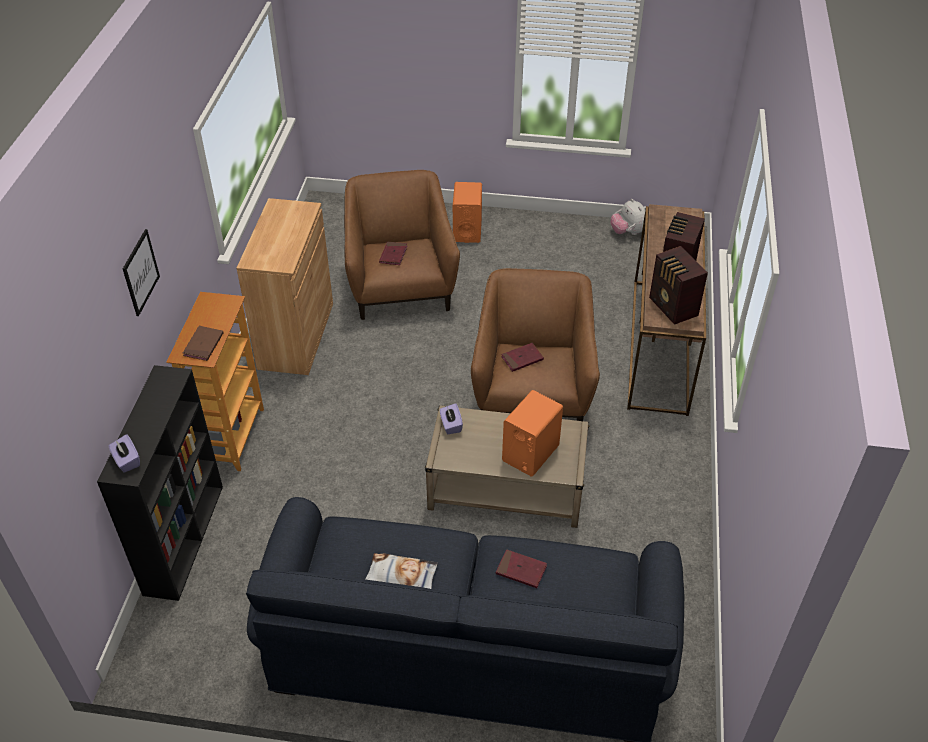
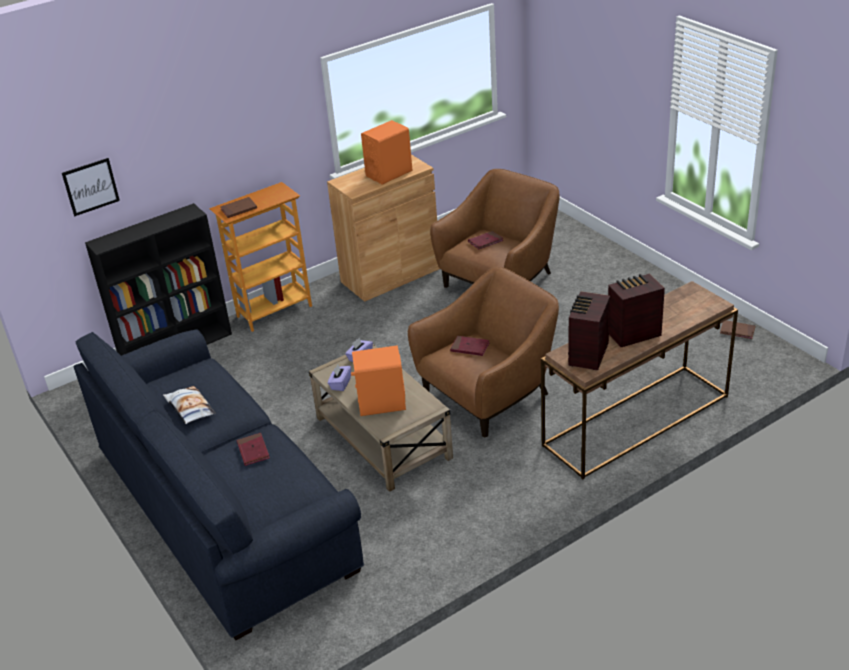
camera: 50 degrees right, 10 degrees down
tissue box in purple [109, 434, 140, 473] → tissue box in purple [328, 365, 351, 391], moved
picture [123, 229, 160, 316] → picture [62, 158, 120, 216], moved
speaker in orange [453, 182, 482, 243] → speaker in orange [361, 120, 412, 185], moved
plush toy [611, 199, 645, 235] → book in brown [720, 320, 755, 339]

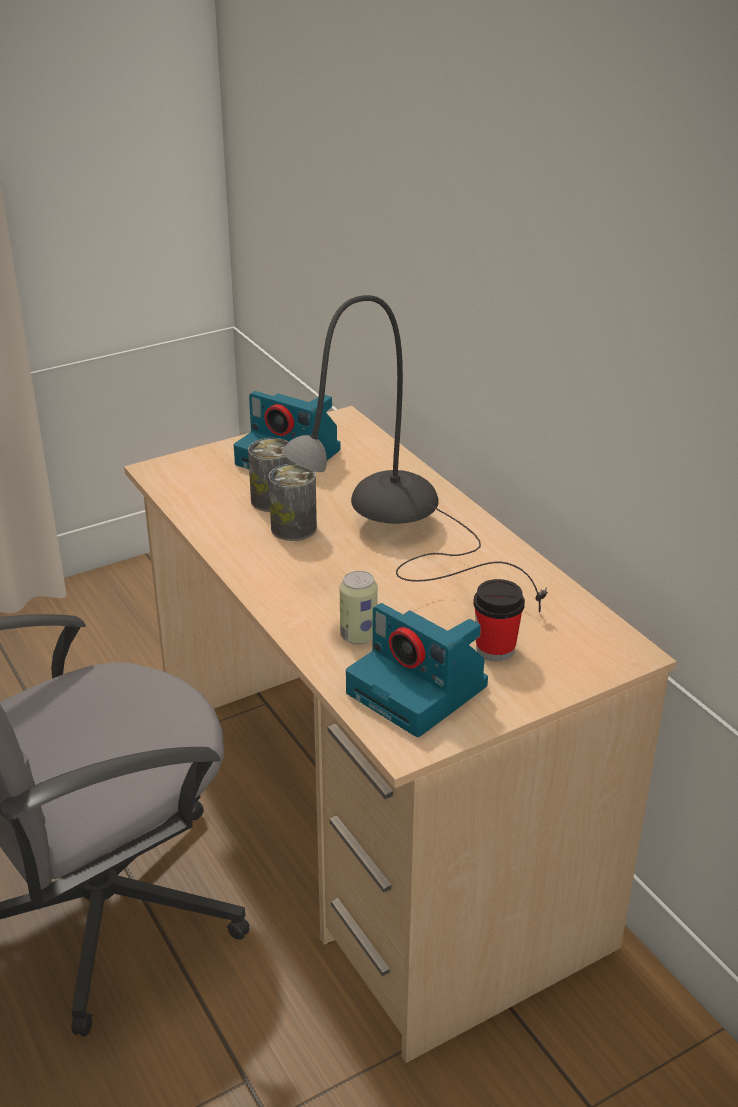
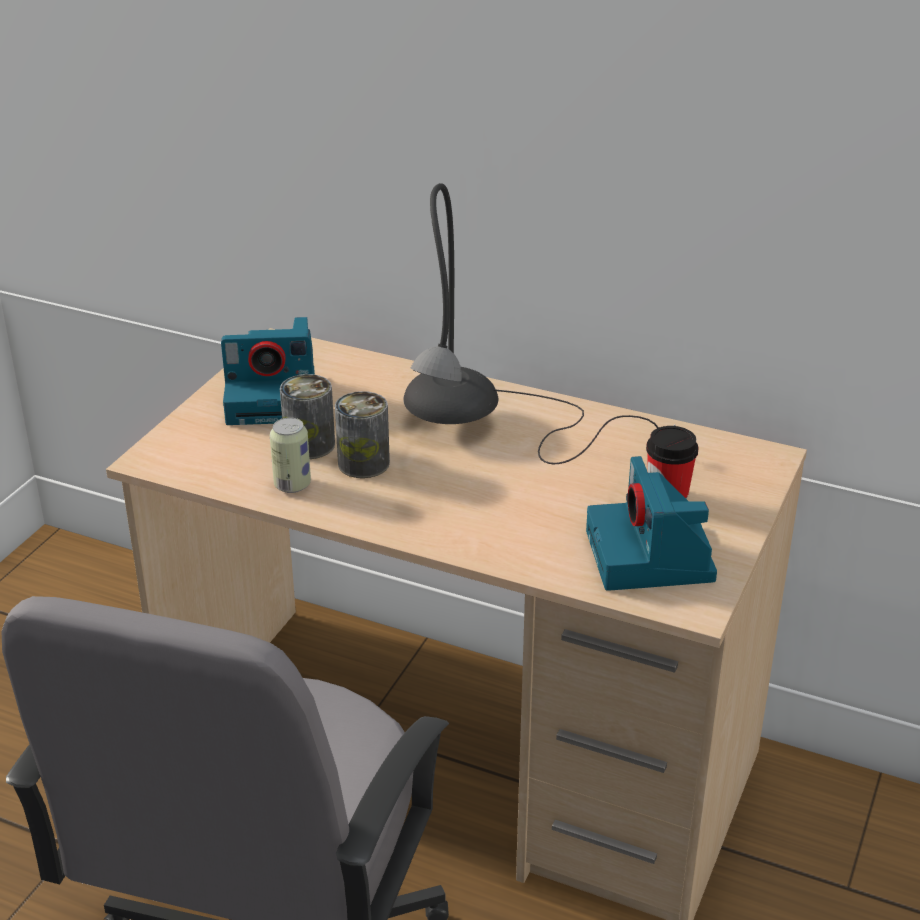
camera: 35 degrees left, 0 degrees up
can [340, 571, 378, 644] → can [270, 418, 311, 493], moved
photo camera [346, 603, 488, 737] → photo camera [586, 456, 717, 591], 75 degrees clockwise

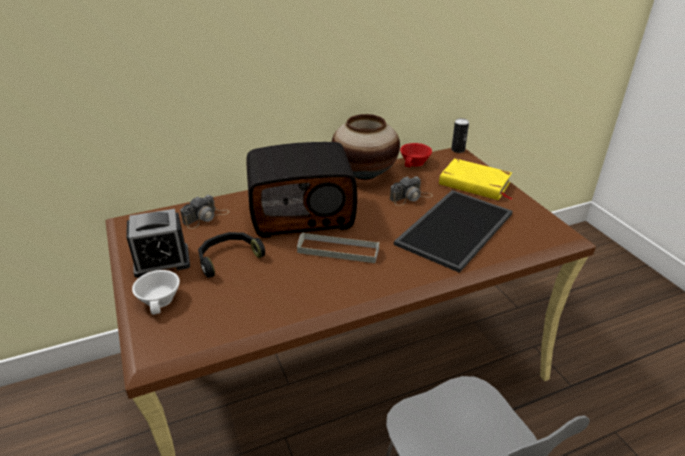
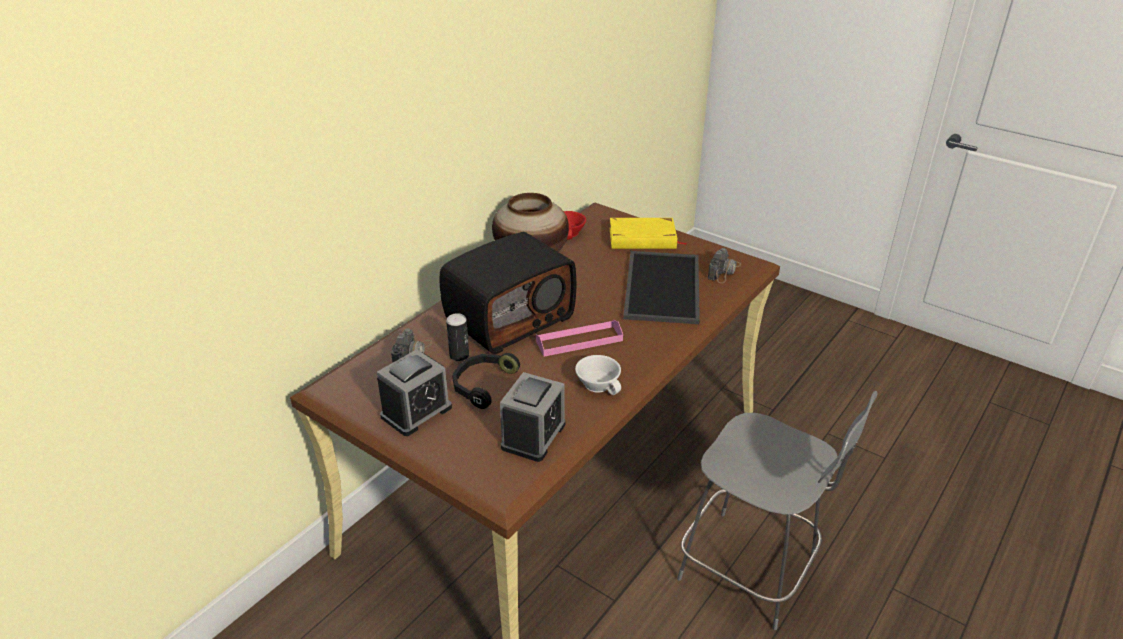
camera: 30 degrees left, 0 degrees up
cup in white [132, 270, 180, 315] → cup in white [575, 355, 621, 395], moved
tray in grey [297, 232, 379, 263] → tray in pink [536, 320, 623, 356]
photo camera [390, 176, 433, 206] → photo camera [708, 248, 741, 283], moved
can [451, 118, 469, 153] → can [446, 313, 469, 361], moved
- → alarm clock [500, 372, 565, 462]

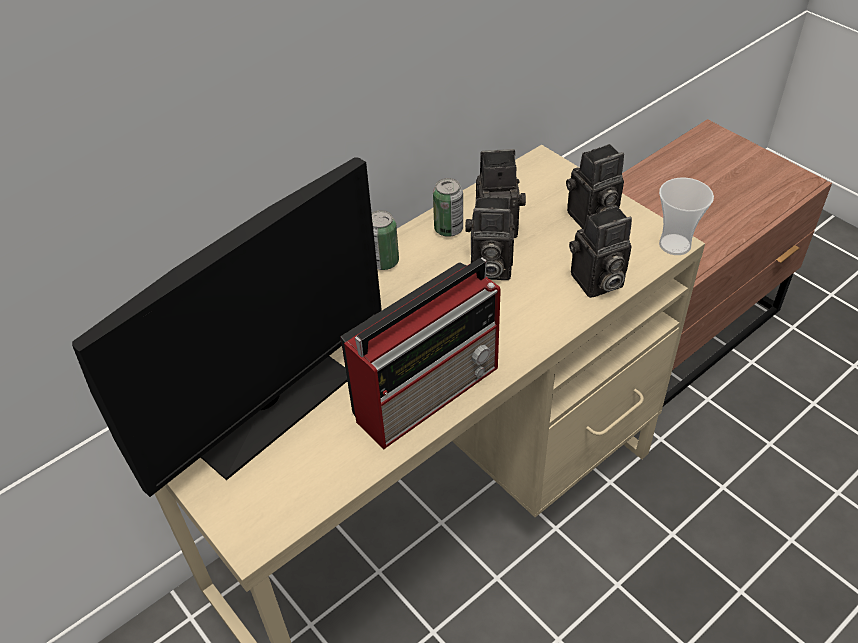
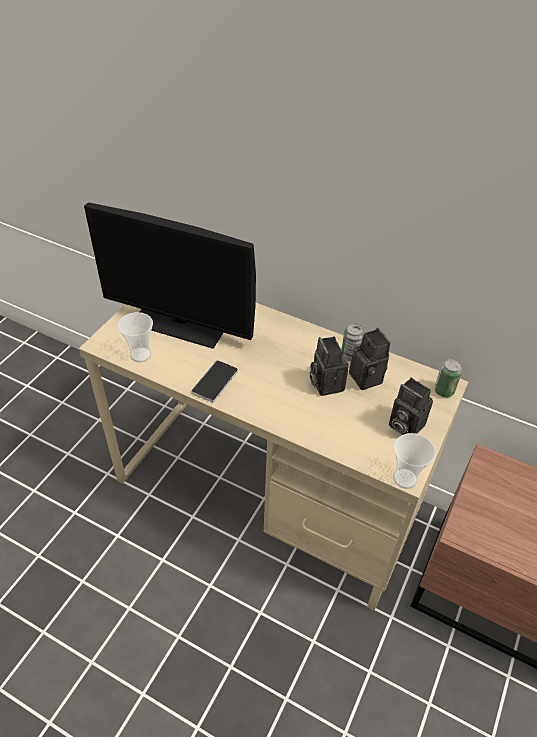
camera: 65 degrees right, 0 degrees up
radio [340, 257, 501, 449] → phone [192, 360, 238, 403]
can [372, 210, 399, 270] → can [434, 358, 463, 397], moved
photo camera [569, 206, 632, 298] → -
- → cup [118, 312, 153, 362]

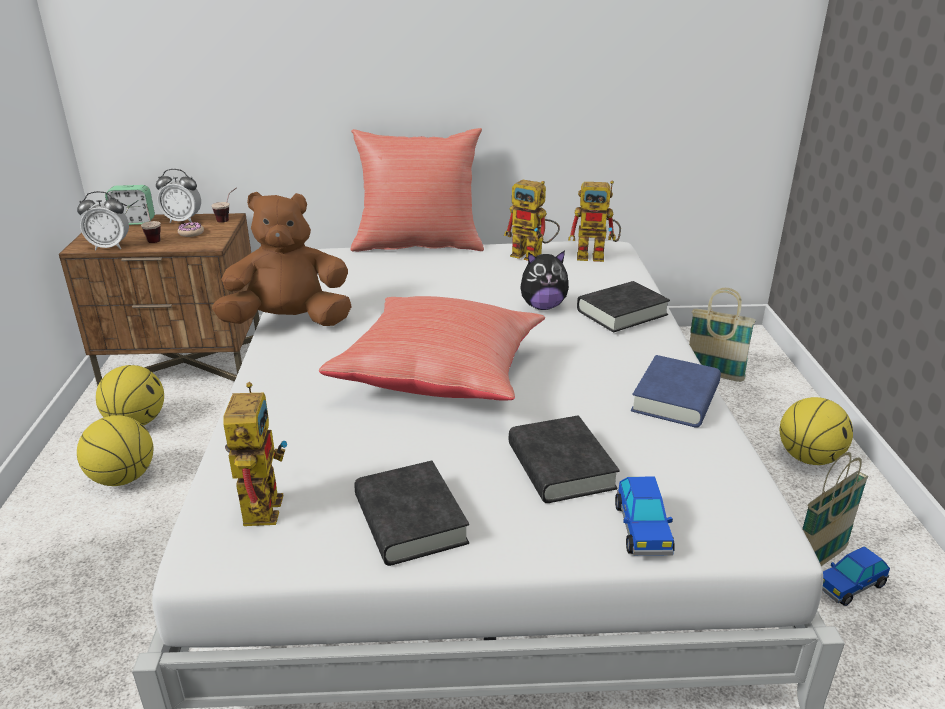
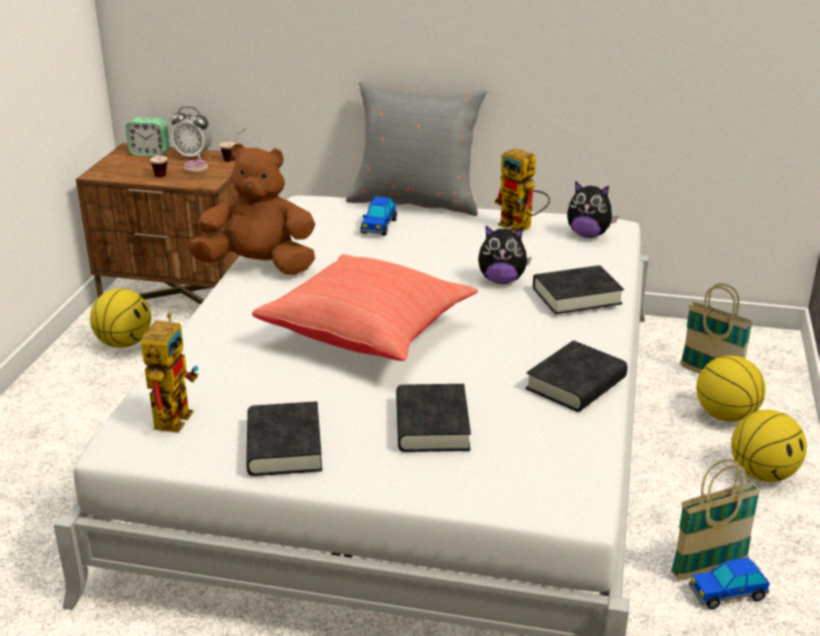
camera: 15 degrees right, 0 degrees up
alarm clock [77, 191, 129, 250] → -
basketball [77, 415, 154, 486] → basketball [696, 356, 766, 422], moved
pillow in red [350, 128, 484, 251] → pillow in grey [346, 81, 487, 216]
toy robot [568, 181, 621, 262] → plush toy [567, 181, 618, 238]
toy car [615, 477, 675, 556] → toy car [360, 196, 397, 236], moved
book in blue [631, 355, 721, 428] → book in black [526, 340, 628, 412]

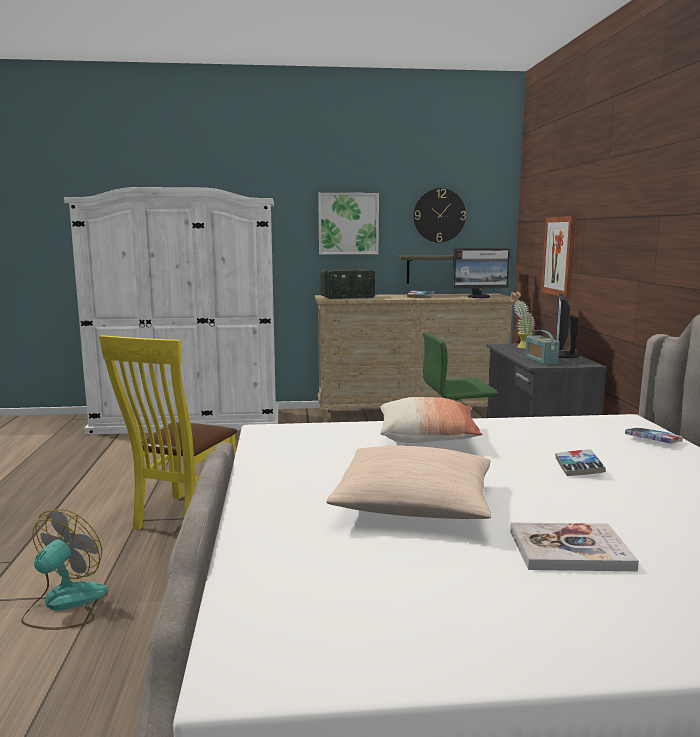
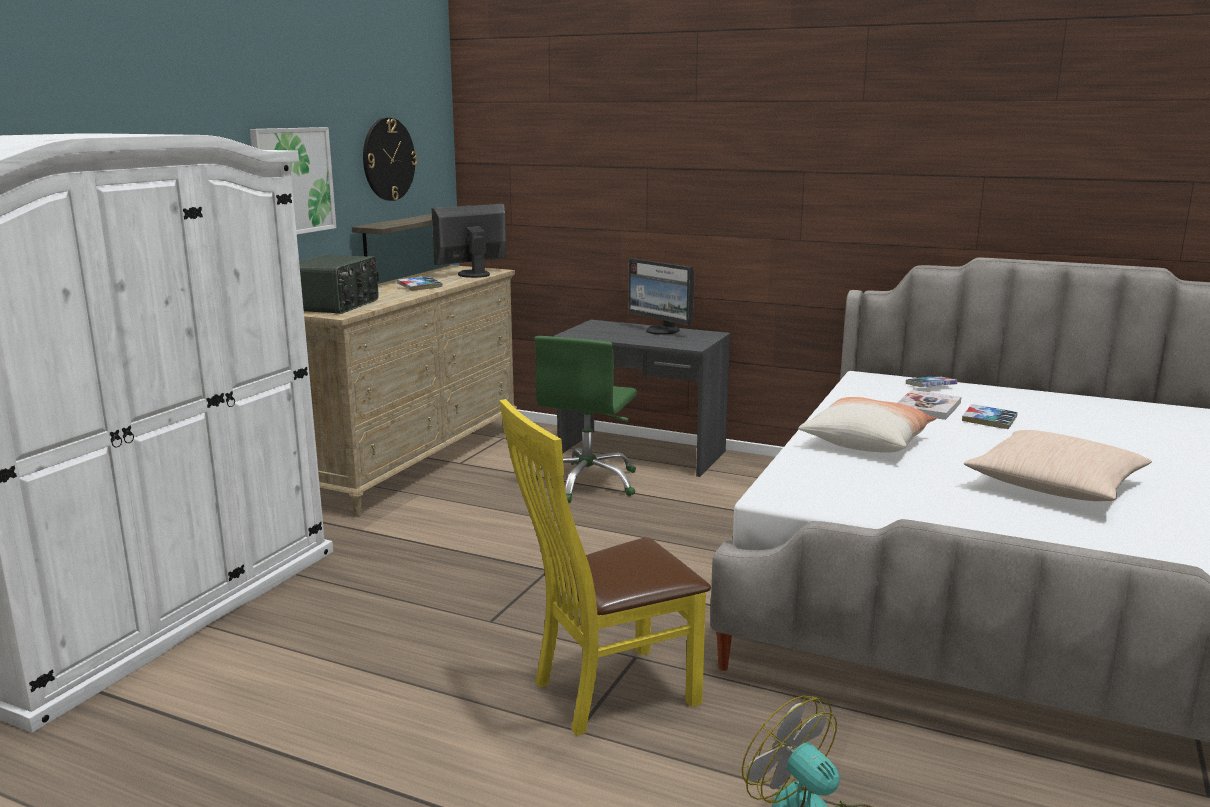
camera: 60 degrees left, 5 degrees up
chair in yellow [99, 335, 237, 530] → chair in yellow [499, 399, 711, 736], 105 degrees clockwise
monitor [452, 248, 510, 298] → monitor [432, 204, 506, 278], 150 degrees counterclockwise
potted plant [510, 292, 536, 348] → -
book [510, 522, 639, 571] → book [897, 390, 961, 420], moved
radio [525, 330, 560, 365] → -
picture [541, 216, 576, 298] → -

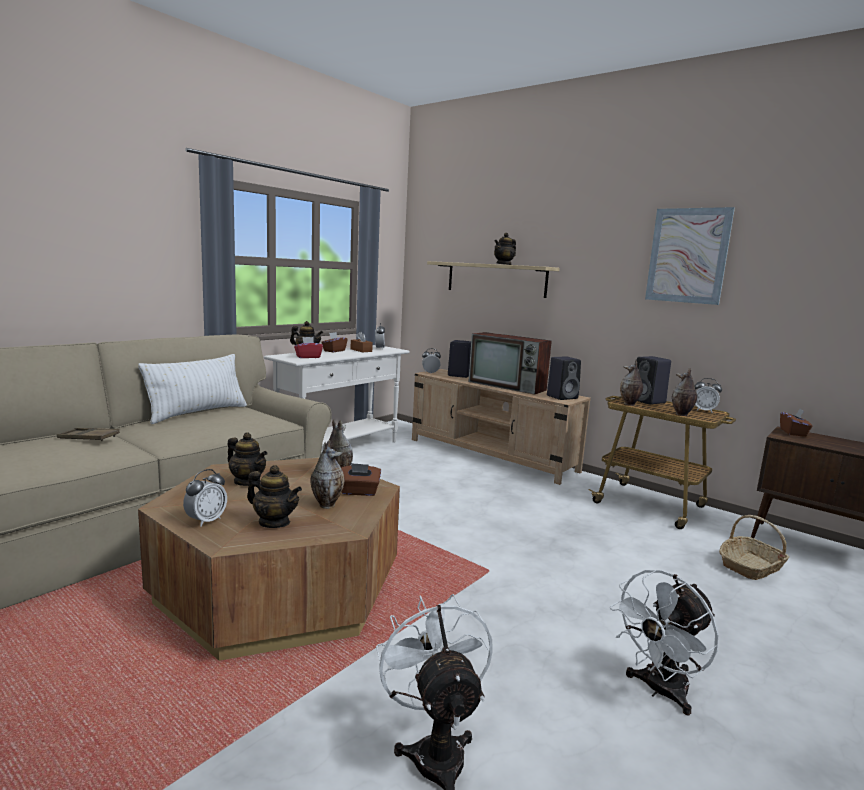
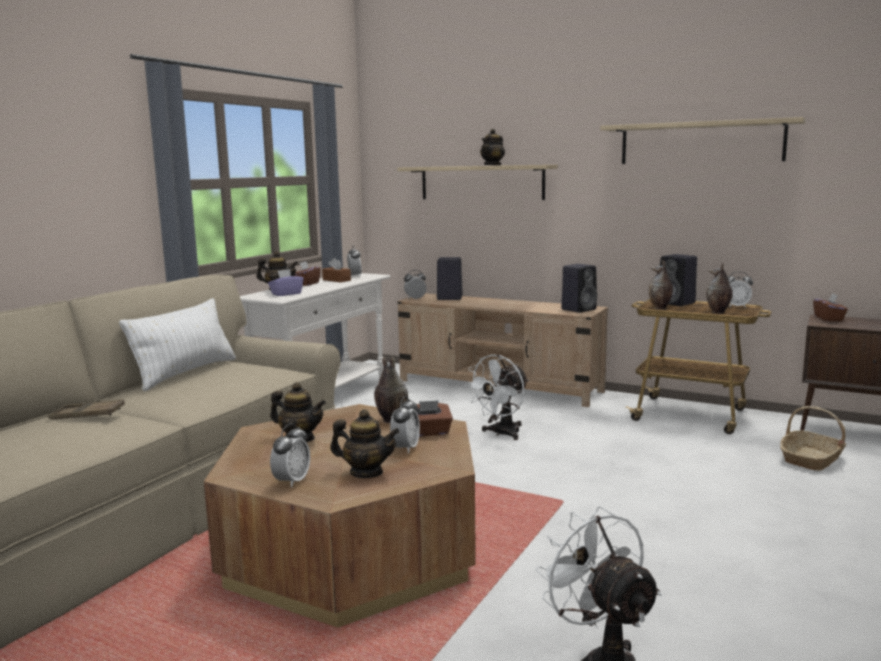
camera: 10 degrees left, 0 degrees up
tissue box in red [294, 337, 323, 358] → tissue box in purple [268, 269, 304, 296]
vase [311, 440, 345, 509] → alarm clock [390, 396, 420, 453]
television [468, 332, 552, 395] → -
fan in white [610, 570, 719, 716] → fan in white [465, 354, 529, 440], moved
picture [645, 207, 735, 305] → shelf [600, 117, 806, 164]

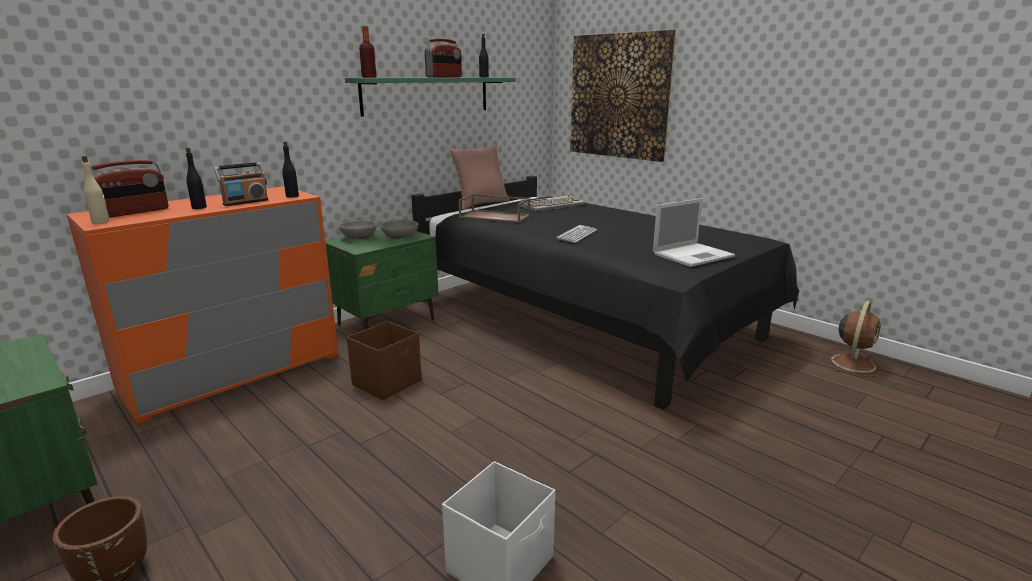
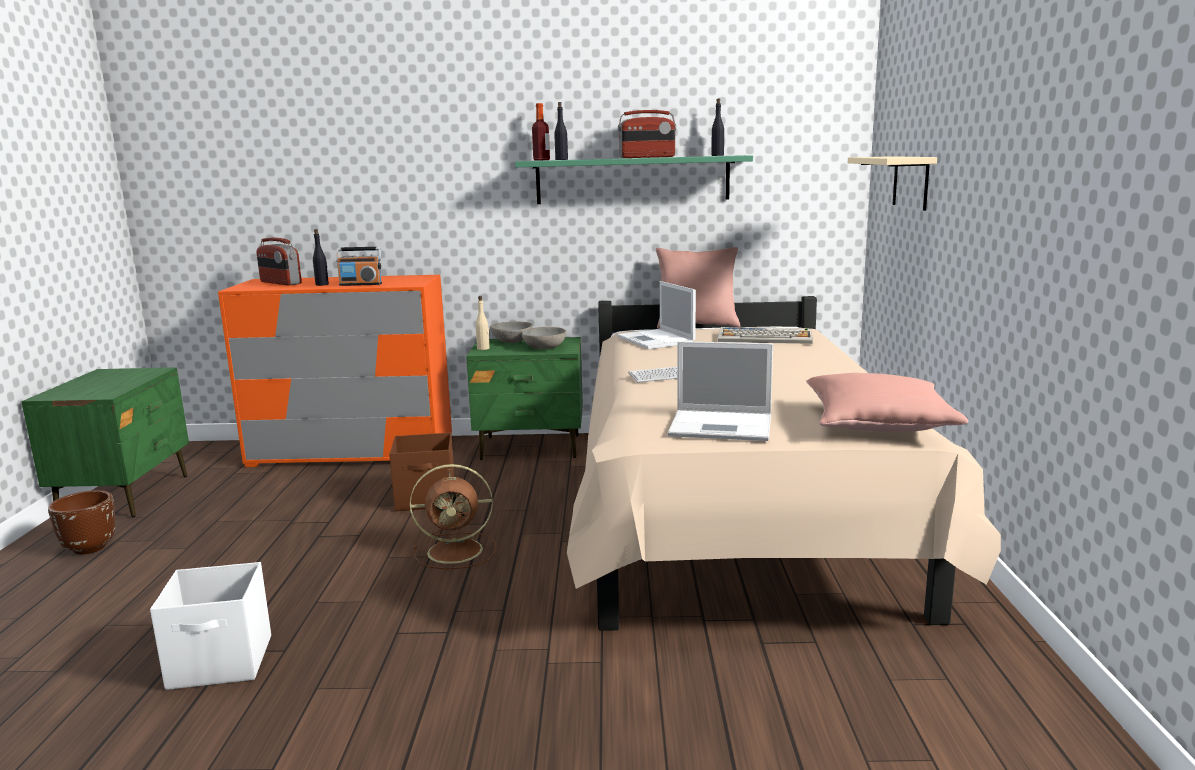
camera: 45 degrees right, 5 degrees down
bottle in beige [82, 156, 110, 224] → bottle in beige [476, 296, 490, 350], moved
radio [91, 160, 169, 218] → radio [256, 238, 302, 286], 45 degrees clockwise
bottle in black [282, 141, 299, 198] → bottle in black [554, 102, 568, 160], moved
bed in black [411, 176, 799, 409] → bed in beige [567, 296, 1001, 631]
tray in brown [459, 194, 531, 223] → laptop [617, 281, 696, 349]
picture [570, 30, 676, 162] → shelf in beige [848, 156, 937, 211]
fan in brown [823, 300, 886, 377] → fan in brown [410, 464, 497, 569], moved
- → pillow in pink [806, 373, 969, 432]

